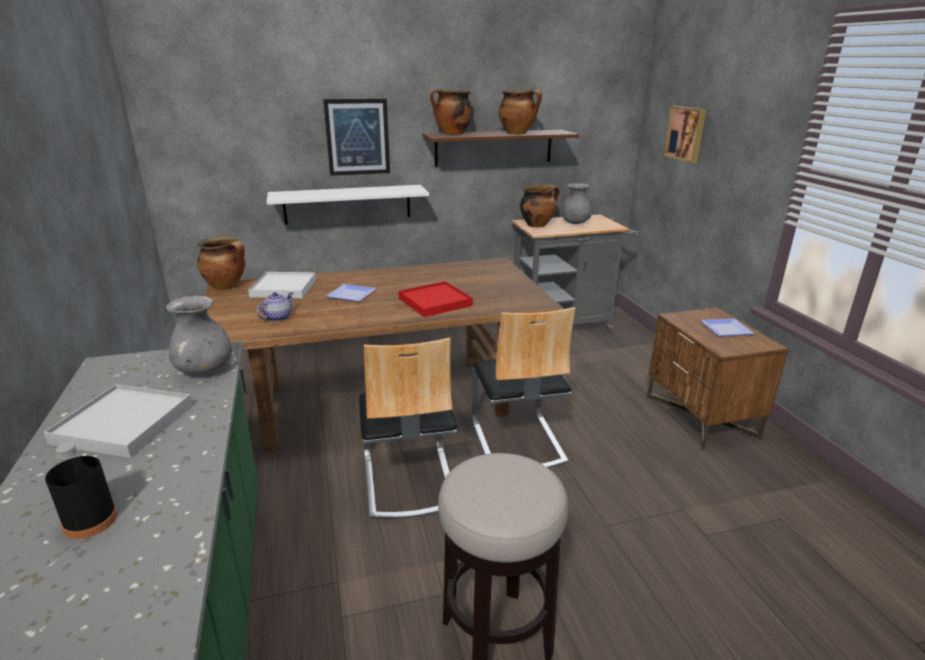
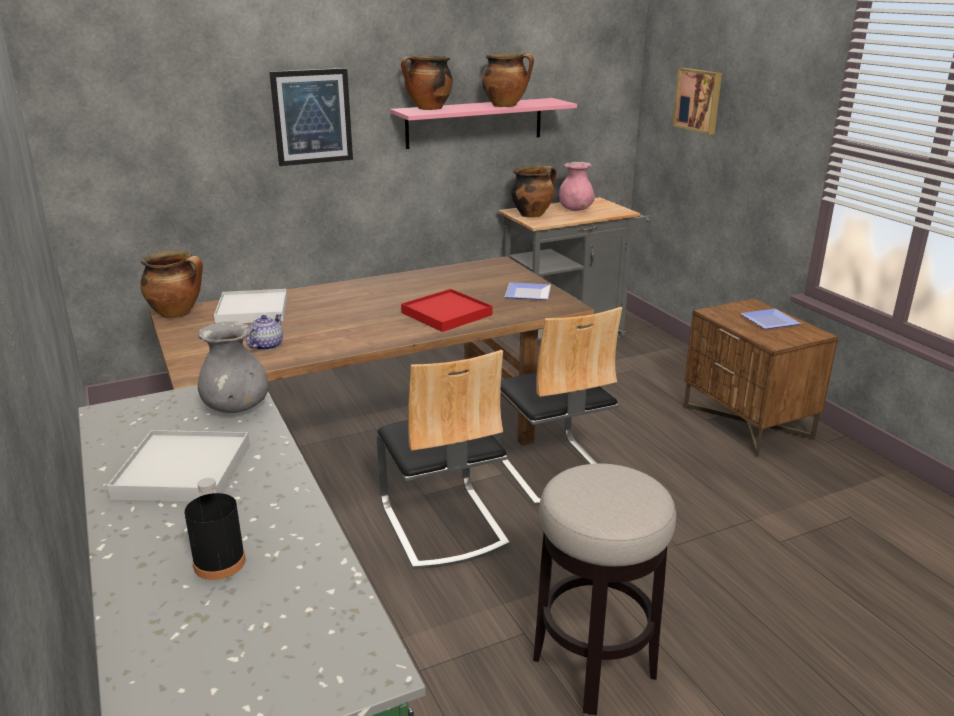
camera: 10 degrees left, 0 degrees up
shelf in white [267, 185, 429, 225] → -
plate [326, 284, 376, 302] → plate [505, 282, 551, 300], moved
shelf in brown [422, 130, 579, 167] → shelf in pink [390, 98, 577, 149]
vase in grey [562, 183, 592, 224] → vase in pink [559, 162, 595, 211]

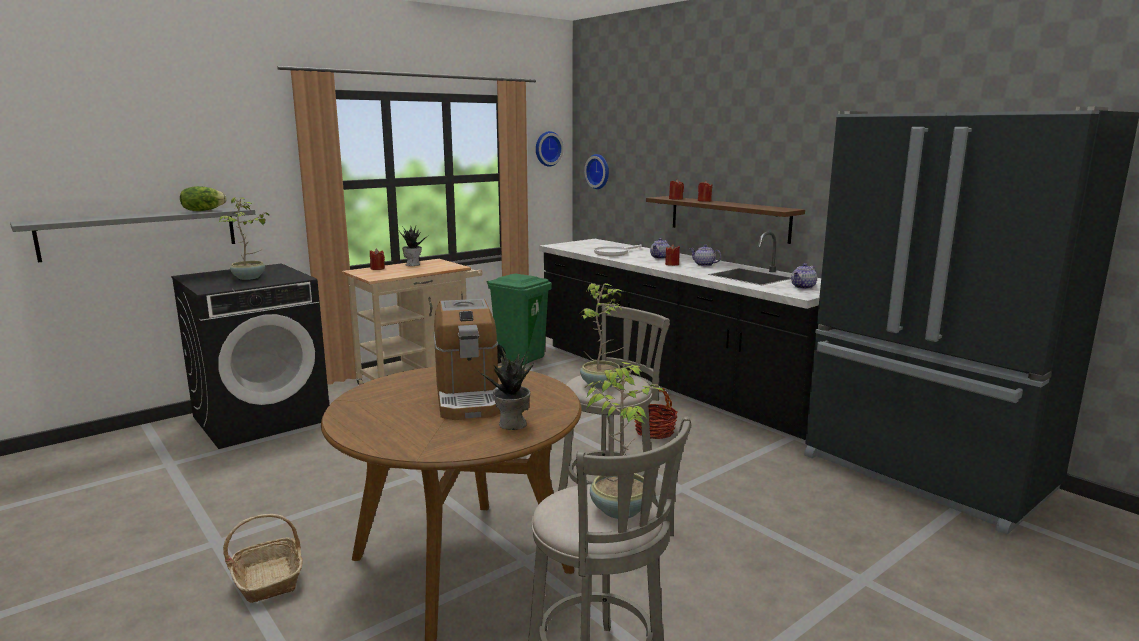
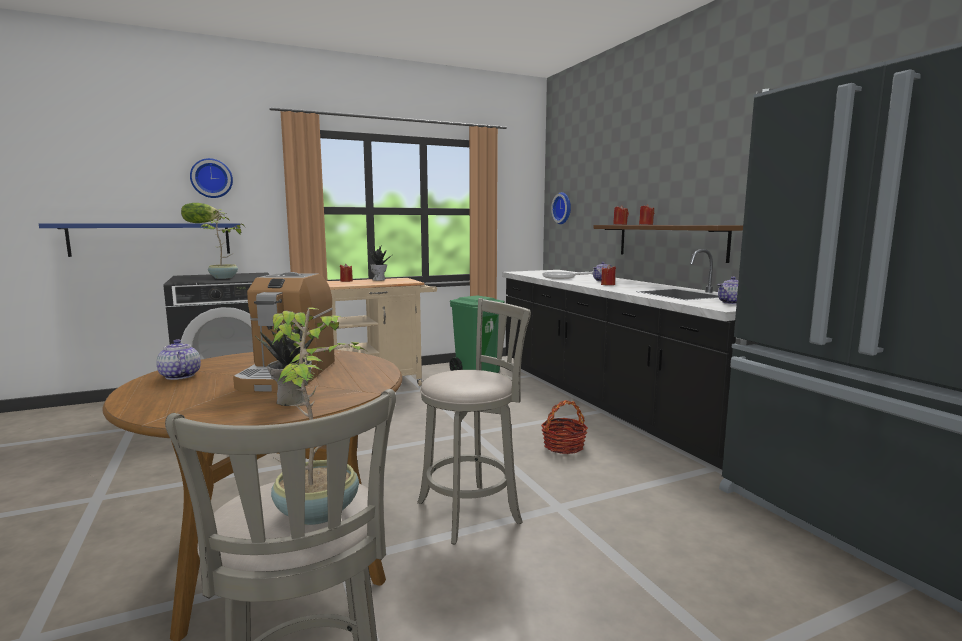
camera: 15 degrees right, 5 degrees down
shelf in grey [10, 207, 255, 262] → shelf in blue [39, 223, 240, 257]
basket [223, 514, 303, 603] → -
wall clock [536, 131, 564, 167] → wall clock [190, 158, 233, 198], moved
potted plant [578, 283, 624, 389] → -
teapot [690, 244, 721, 266] → teapot [156, 339, 201, 380], moved

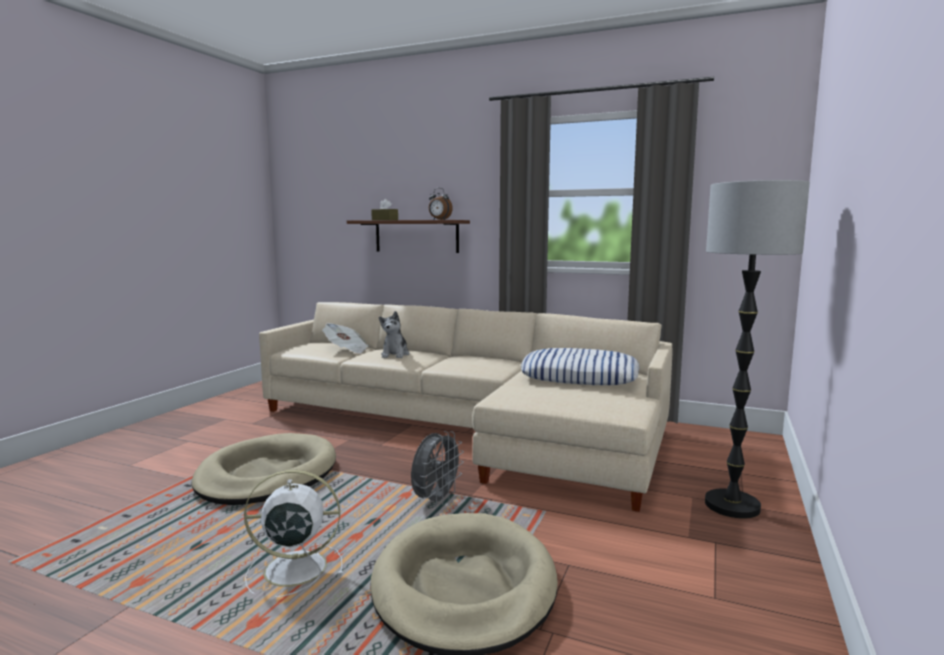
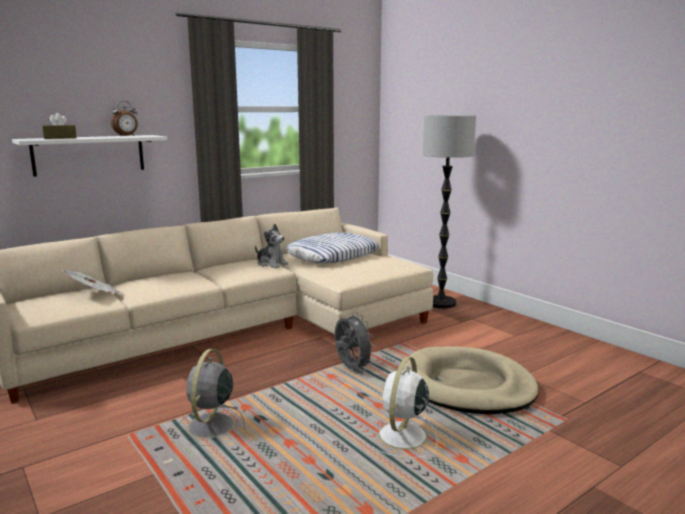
camera: 60 degrees left, 5 degrees up
dog bed in beige [191, 433, 336, 505] → fan in grey [179, 349, 245, 446]
shelf in brown [347, 220, 470, 253] → shelf in white [12, 135, 167, 177]
plush toy [379, 311, 409, 358] → plush toy [255, 224, 288, 268], moved

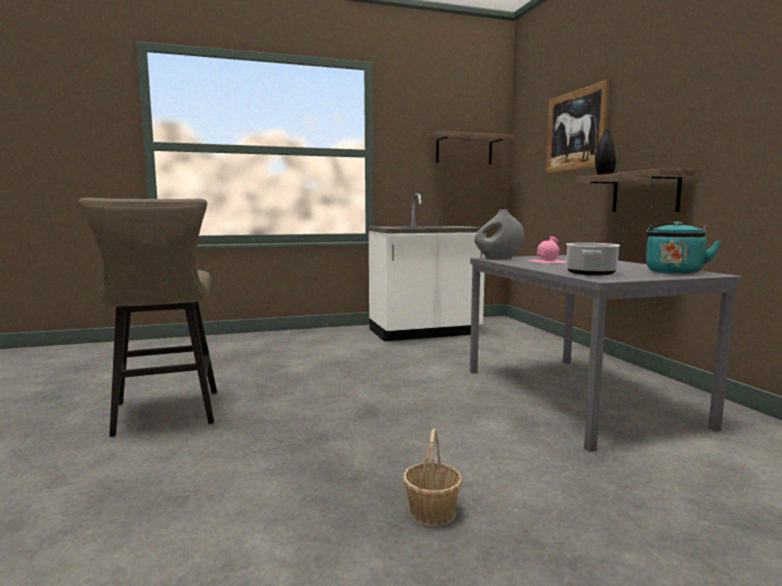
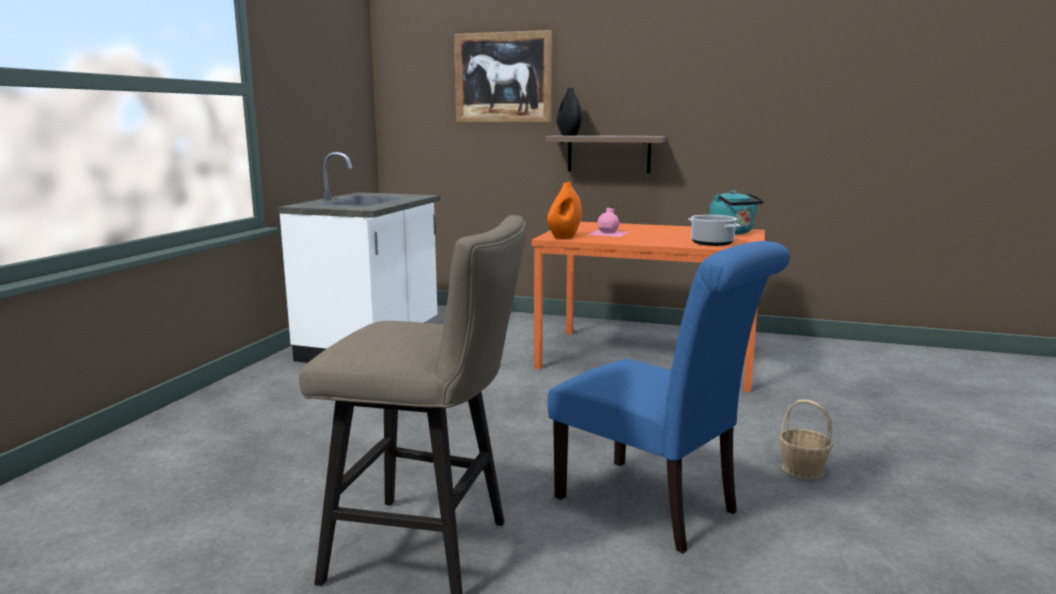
camera: 55 degrees left, 5 degrees up
shelf [427, 131, 515, 164] → -
dining table in grey [470, 255, 741, 452] → dining table in orange [532, 222, 765, 392]
vase in grey [474, 209, 524, 260] → vase in orange [547, 182, 582, 239]
- → chair in blue [548, 241, 790, 553]

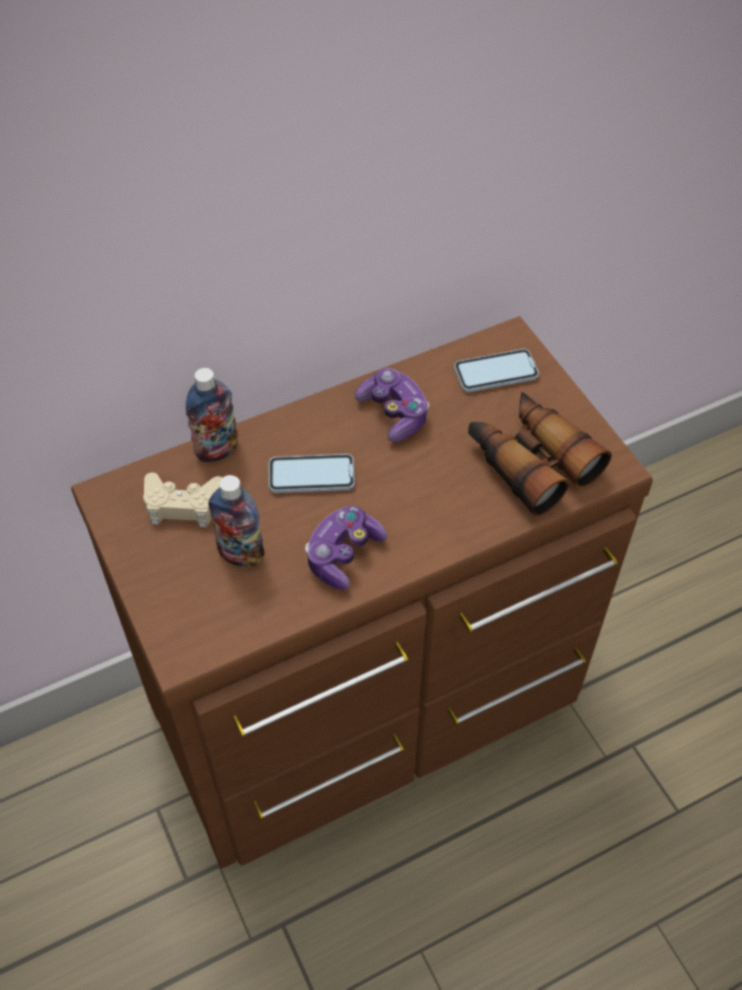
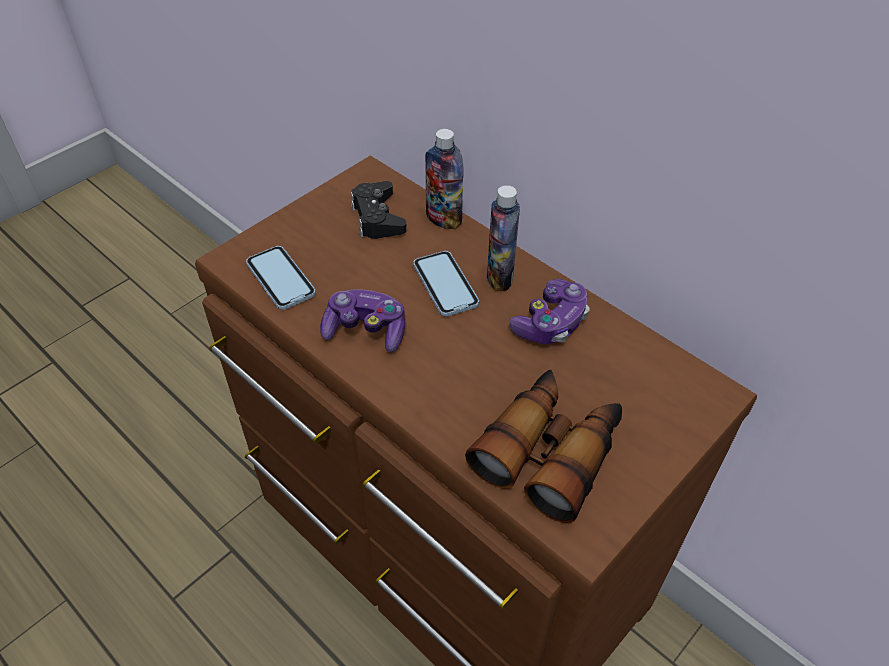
camera: 70 degrees right, 5 degrees down
game controller in beige [143, 473, 223, 527] → game controller in black [351, 181, 407, 239]
bottle [208, 475, 265, 567] → bottle [487, 185, 520, 291], moved
phone [454, 349, 539, 392] → phone [246, 246, 316, 310], moved

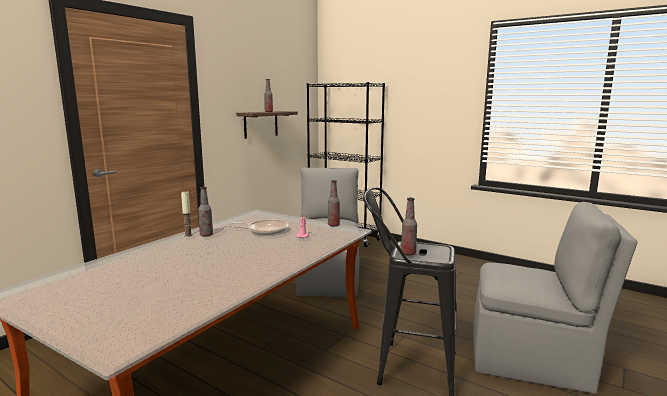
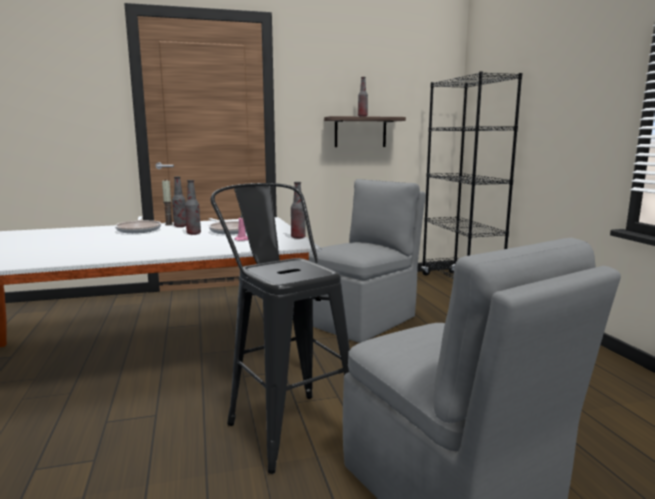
camera: 40 degrees right, 0 degrees up
bottle [401, 198, 417, 256] → bottle [185, 180, 201, 235], moved
- → frying pan [115, 216, 161, 234]

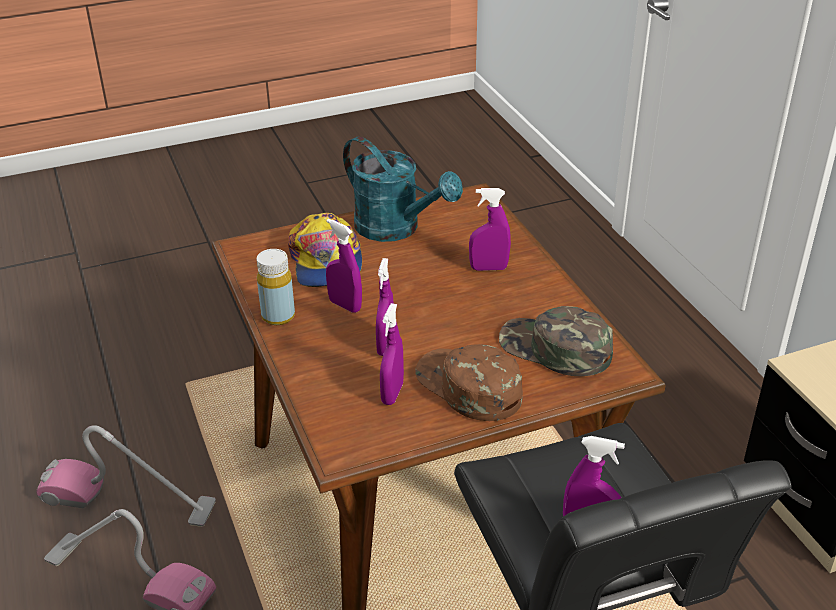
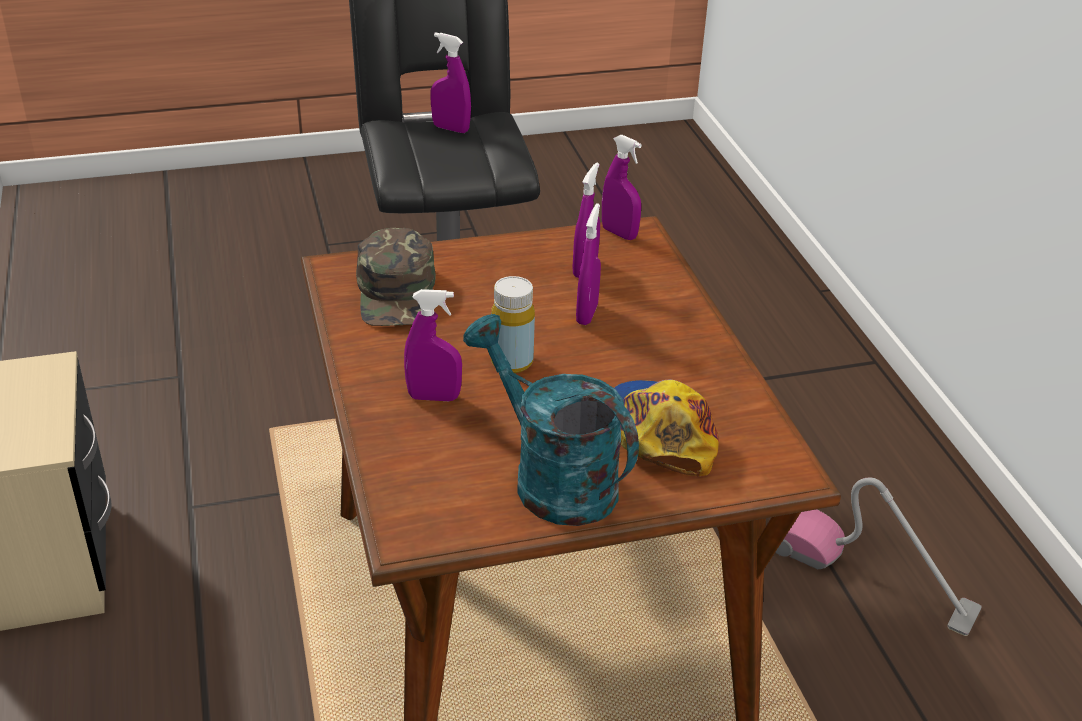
camera: 175 degrees left, 0 degrees up
vacuum cleaner [36, 425, 216, 527] → -
bottle in yellow [257, 249, 295, 325] → bottle in yellow [491, 276, 535, 373], moved
spray bottle in purple [326, 219, 362, 313] → spray bottle in purple [602, 134, 642, 240], moved
cap in brown [415, 344, 523, 421] → -
cap in green [499, 306, 613, 376] → cap in green [356, 228, 436, 326], 45 degrees clockwise

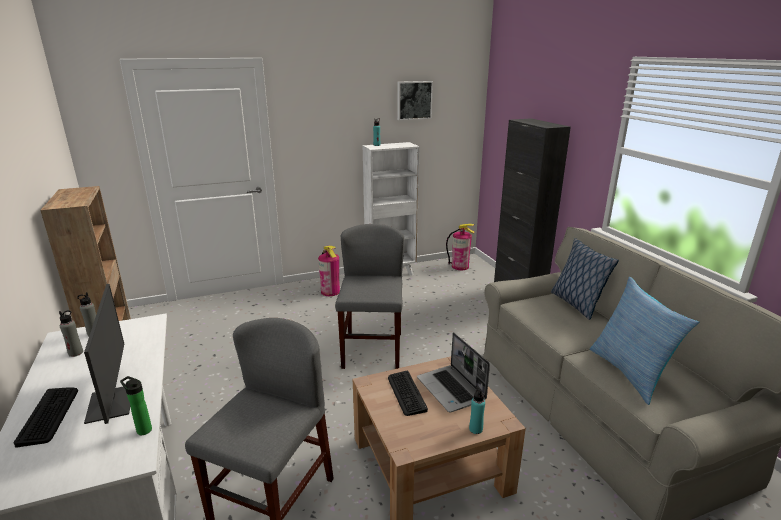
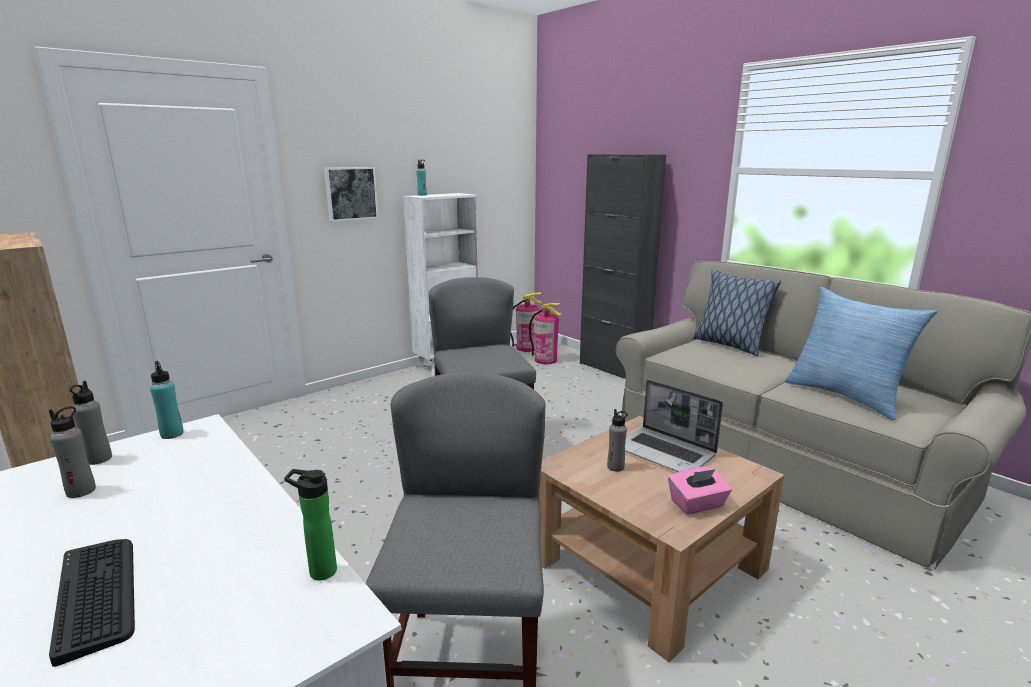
camera: 20 degrees left, 5 degrees down
monitor [84, 284, 130, 424] → -
fire extinguisher [318, 246, 340, 296] → fire extinguisher [529, 303, 561, 364], moved
keyboard [388, 371, 428, 416] → bottle in grey [607, 409, 628, 472]
picture [397, 81, 433, 120] → picture [324, 167, 379, 222], moved
bottle in turquoise [469, 385, 485, 434] → bottle in turquoise [150, 361, 184, 439], moved
- → tissue box in pink [668, 467, 732, 514]

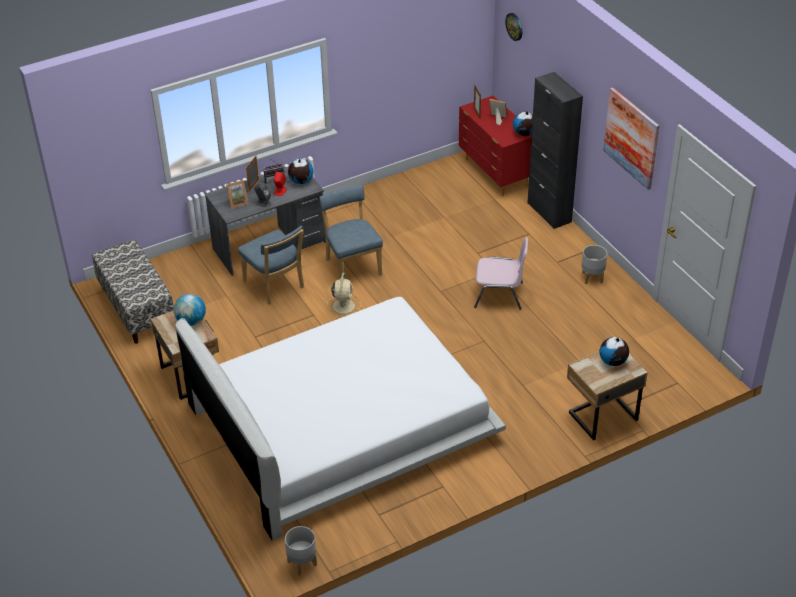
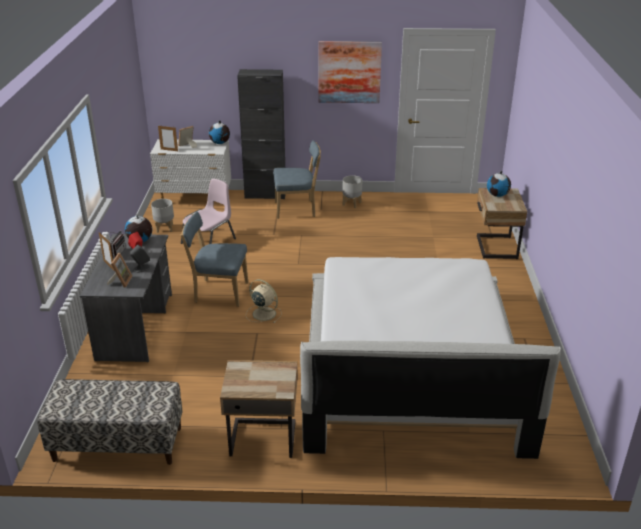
camera: 60 degrees left, 10 degrees down
globe [174, 294, 206, 326] → -
chair in blue [238, 226, 304, 305] → chair in blue [273, 140, 321, 219], moved
planter in grey [285, 526, 317, 576] → planter in grey [151, 199, 174, 233], moved
dresser in red [459, 95, 532, 196] → dresser in white [150, 139, 231, 205]
chair in pink [474, 237, 528, 310] → chair in pink [181, 179, 236, 244], moved
wall clock [505, 13, 522, 41] → -

